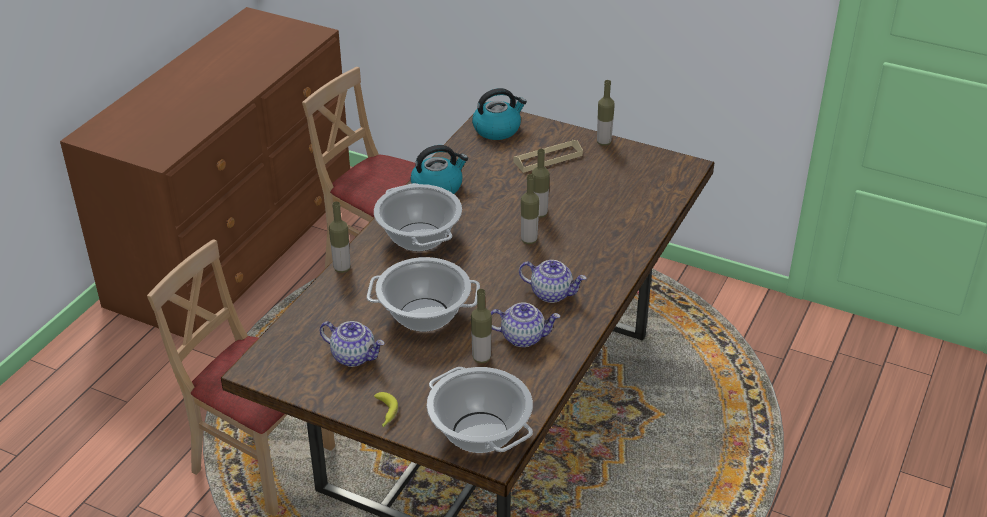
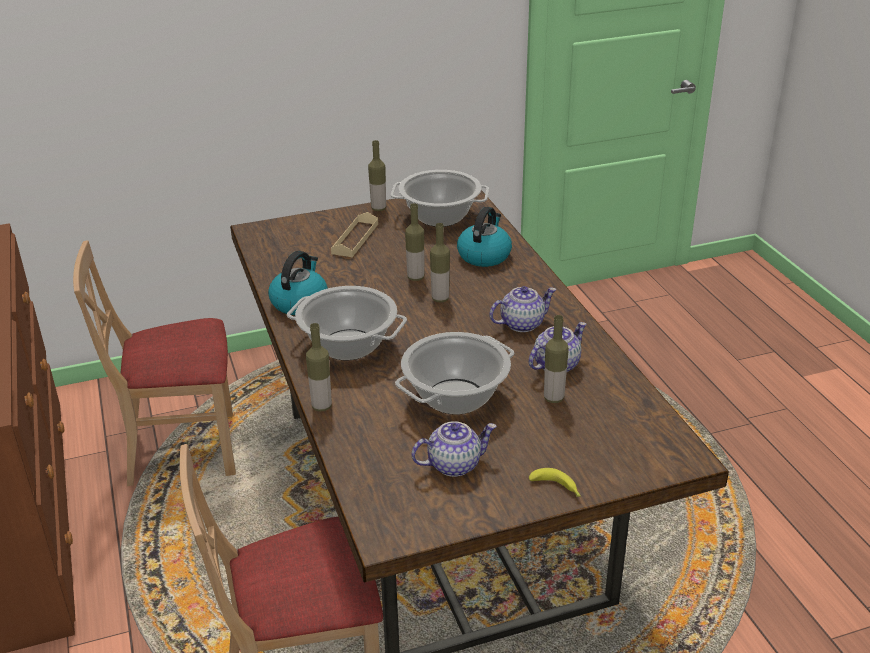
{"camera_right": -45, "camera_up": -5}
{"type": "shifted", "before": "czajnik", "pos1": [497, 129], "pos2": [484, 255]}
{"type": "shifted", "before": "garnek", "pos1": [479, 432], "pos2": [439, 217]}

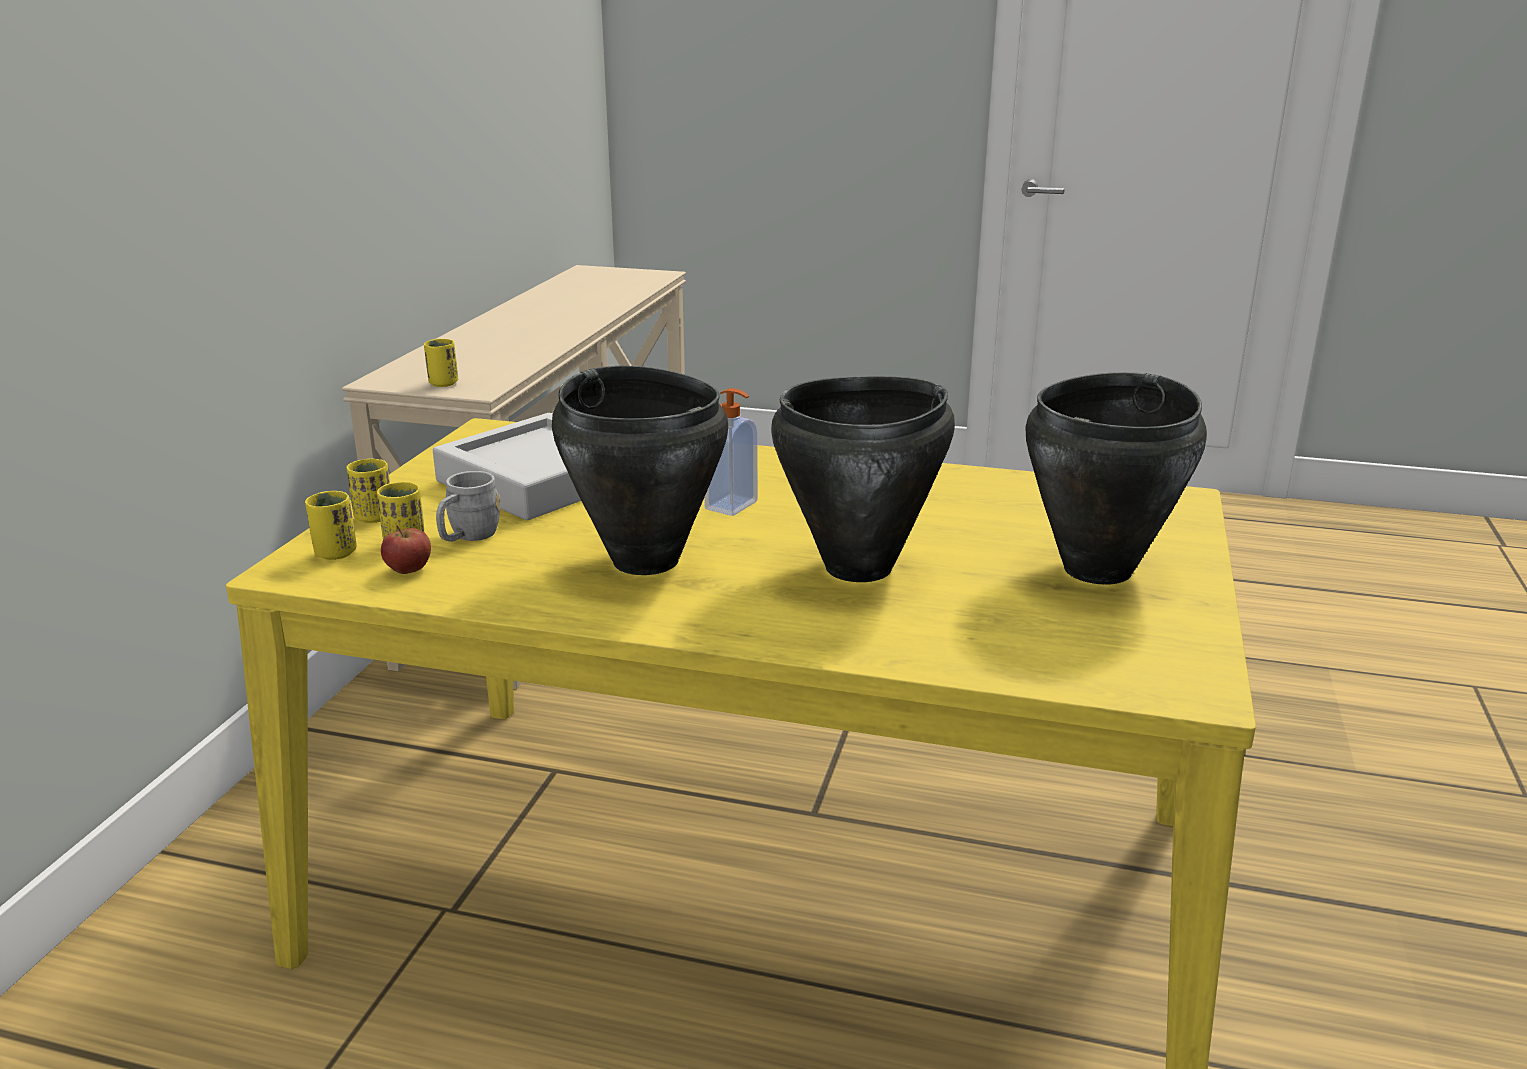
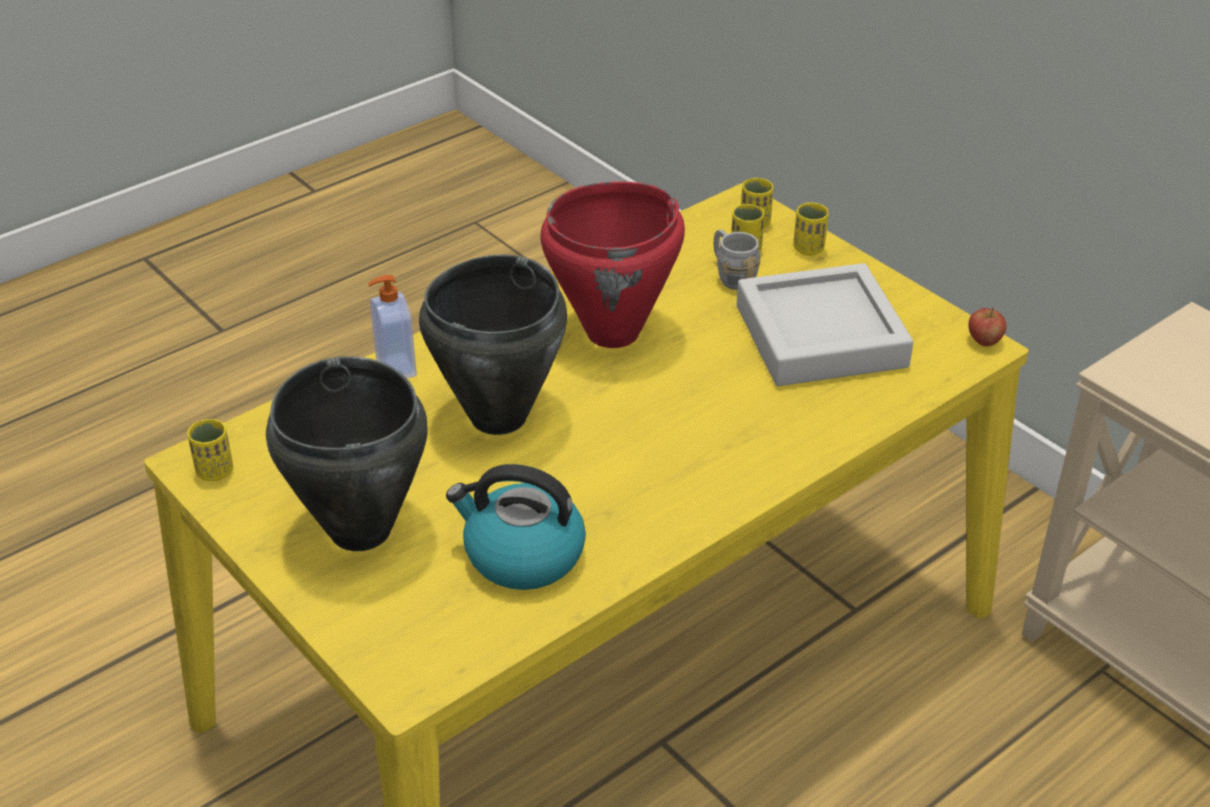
{"camera_right": 125, "camera_up": 15}
{"type": "shifted", "before": "filiżanka/żółty", "pos1": [443, 383], "pos2": [215, 471]}
{"type": "repainted", "before": "garnek/czarny", "after": "garnek/czerwony", "pos1": [646, 560], "pos2": [614, 333]}
{"type": "shifted", "before": "dozownik mydła", "pos1": [733, 506], "pos2": [394, 368]}
{"type": "shifted", "before": "jabłko", "pos1": [409, 570], "pos2": [984, 341]}
{"type": "new", "after": "czajnik", "pos2": [522, 555]}

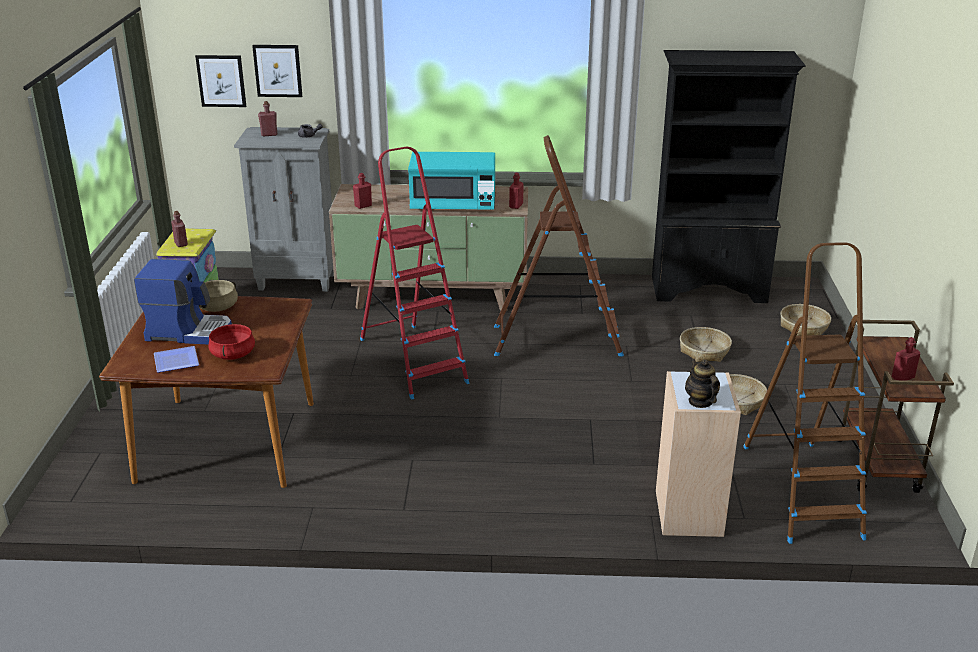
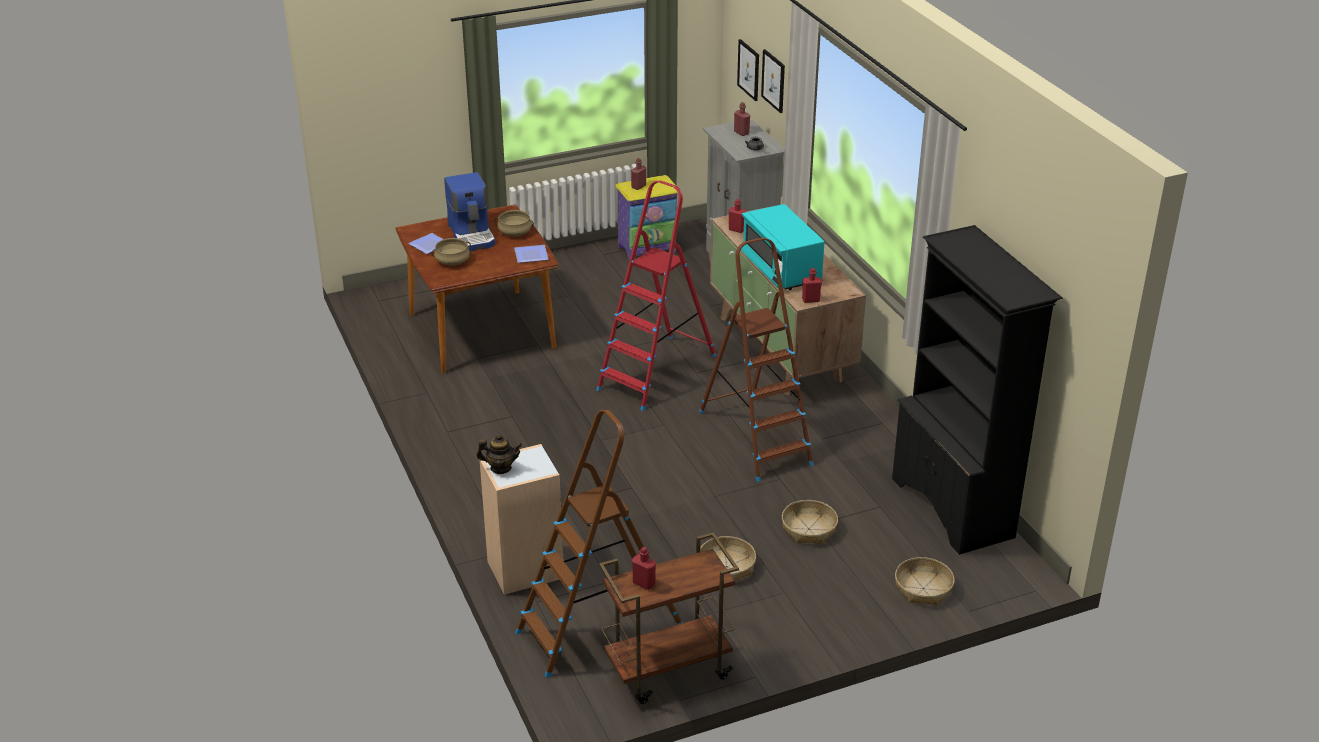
{"camera_right": 65, "camera_up": 5}
{"type": "repainted", "before": "garnek/czerwony", "after": "garnek/beżowy", "pos1": [232, 354], "pos2": [452, 261]}
{"type": "rotated", "before": "imbryk", "pos1": [700, 401], "pos2": [500, 468], "turn": 45}
{"type": "new", "after": "talerz", "pos2": [530, 256]}

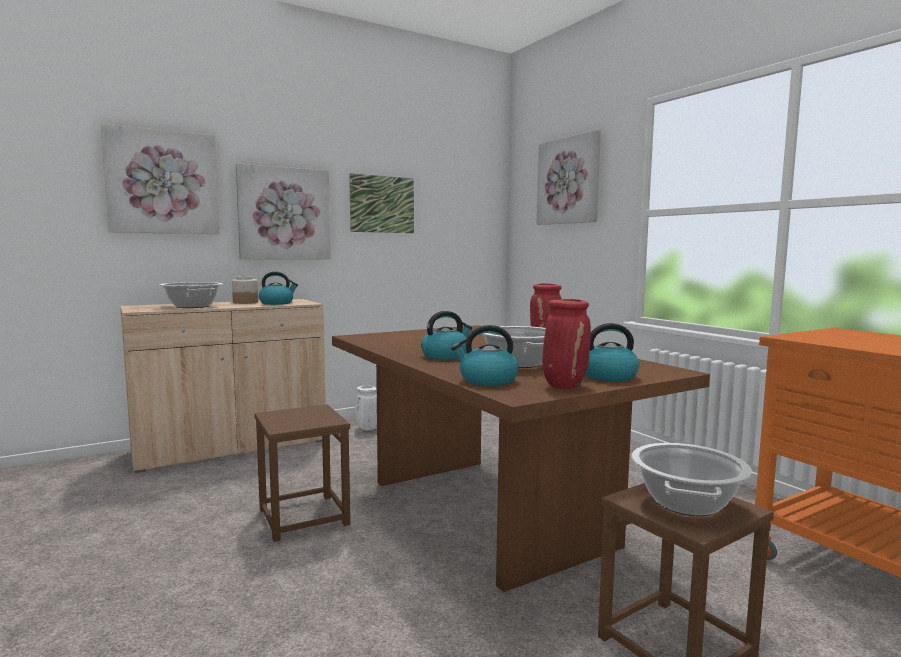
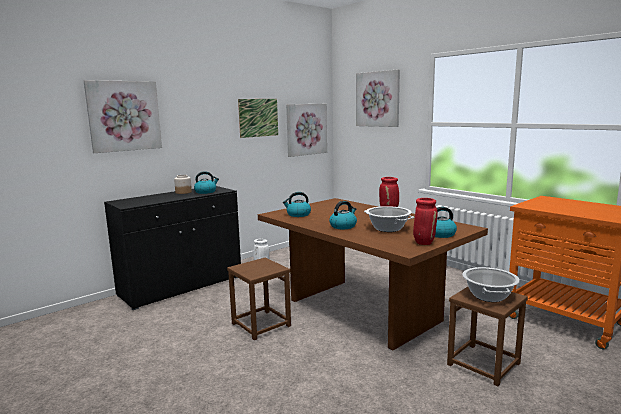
{"camera_right": -10, "camera_up": 5}
{"type": "shifted", "before": "obraz", "pos1": [284, 213], "pos2": [306, 129]}
{"type": "gone", "before": "garnek", "pos1": [192, 306]}
{"type": "repainted", "before": "szafka/beżowy", "after": "szafka/czarny", "pos1": [231, 446], "pos2": [182, 286]}
{"type": "shifted", "before": "czajnik", "pos1": [487, 380], "pos2": [298, 214]}

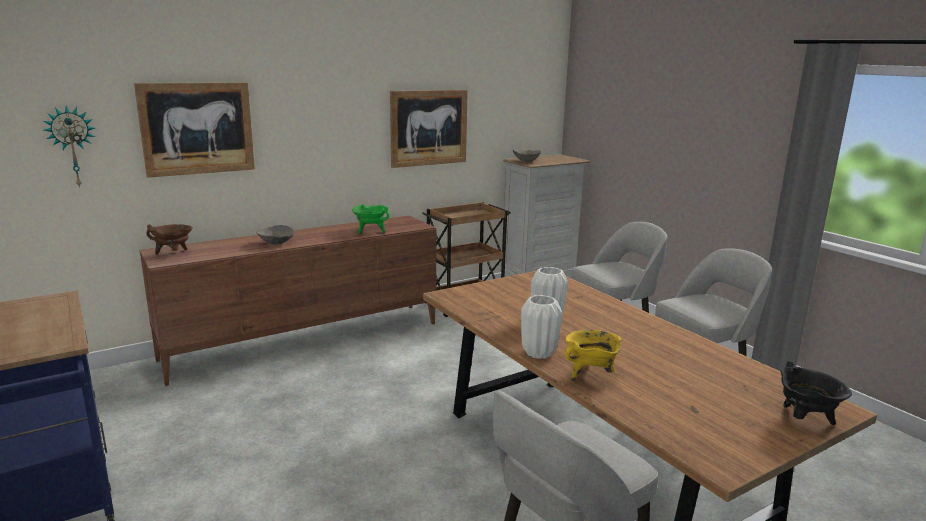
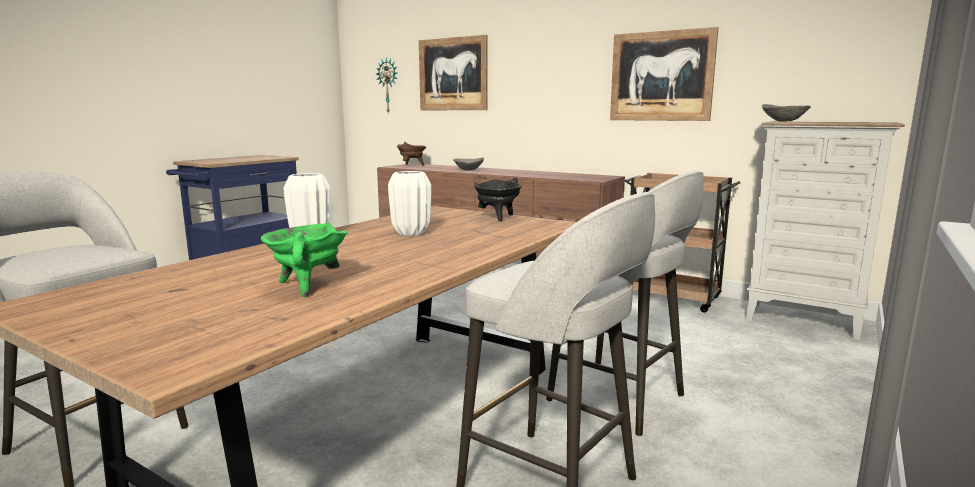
{"camera_right": 65, "camera_up": -5}
{"type": "shifted", "before": "garnek/zielony", "pos1": [370, 231], "pos2": [307, 286]}
{"type": "gone", "before": "garnek/żółty", "pos1": [590, 375]}
{"type": "shifted", "before": "garnek/czarny", "pos1": [805, 420], "pos2": [497, 218]}

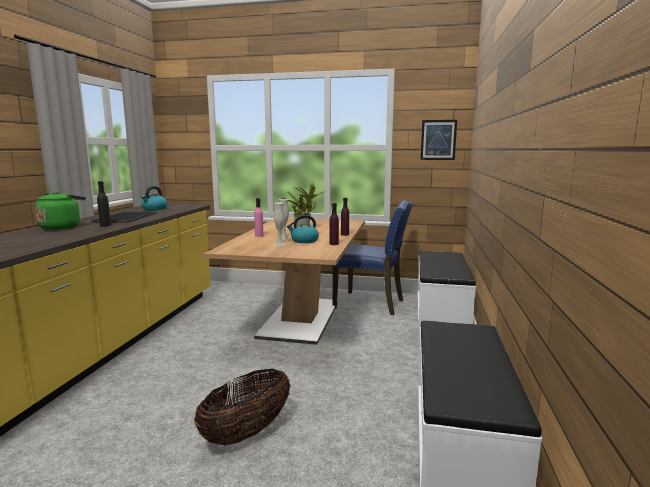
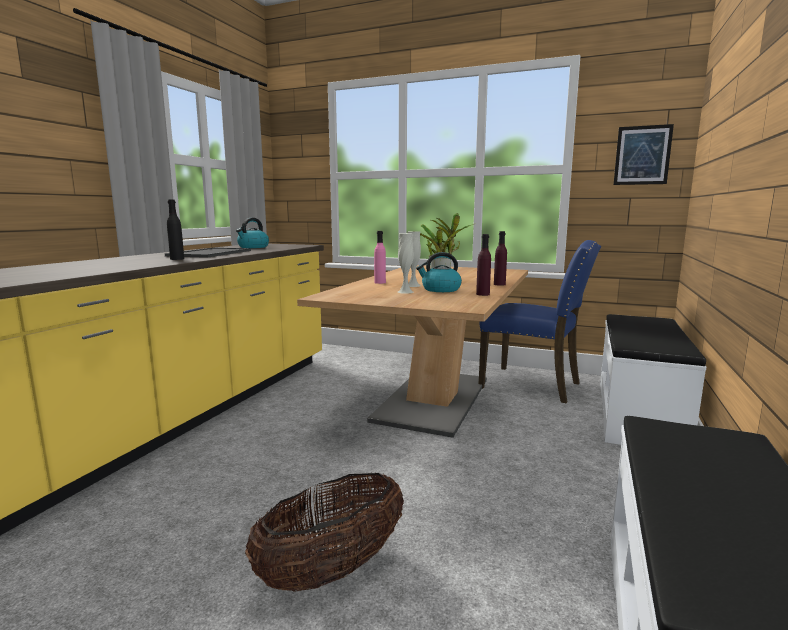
{"camera_right": 10, "camera_up": 0}
{"type": "gone", "before": "czajnik/zielony", "pos1": [62, 227]}

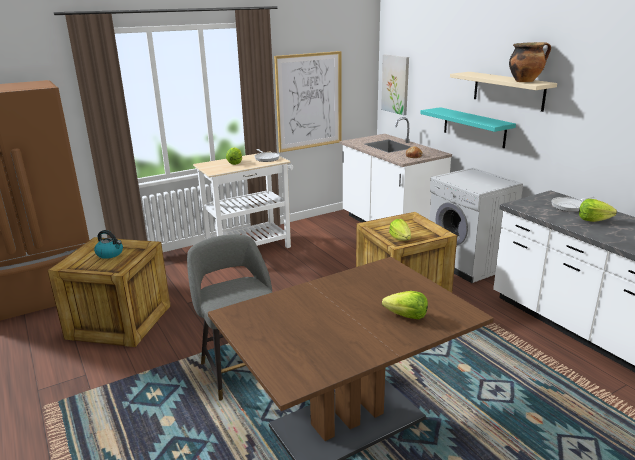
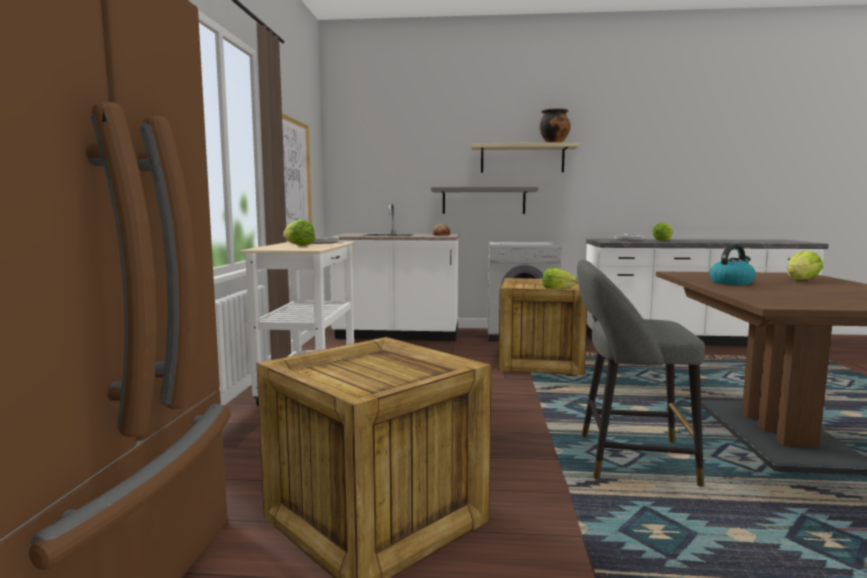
{"camera_right": -55, "camera_up": -15}
{"type": "gone", "before": "obraz", "pos1": [395, 84]}
{"type": "repainted", "before": "półka/turkusowy", "after": "półka/szary", "pos1": [474, 127], "pos2": [483, 201]}
{"type": "shifted", "before": "czajnik", "pos1": [110, 254], "pos2": [731, 282]}

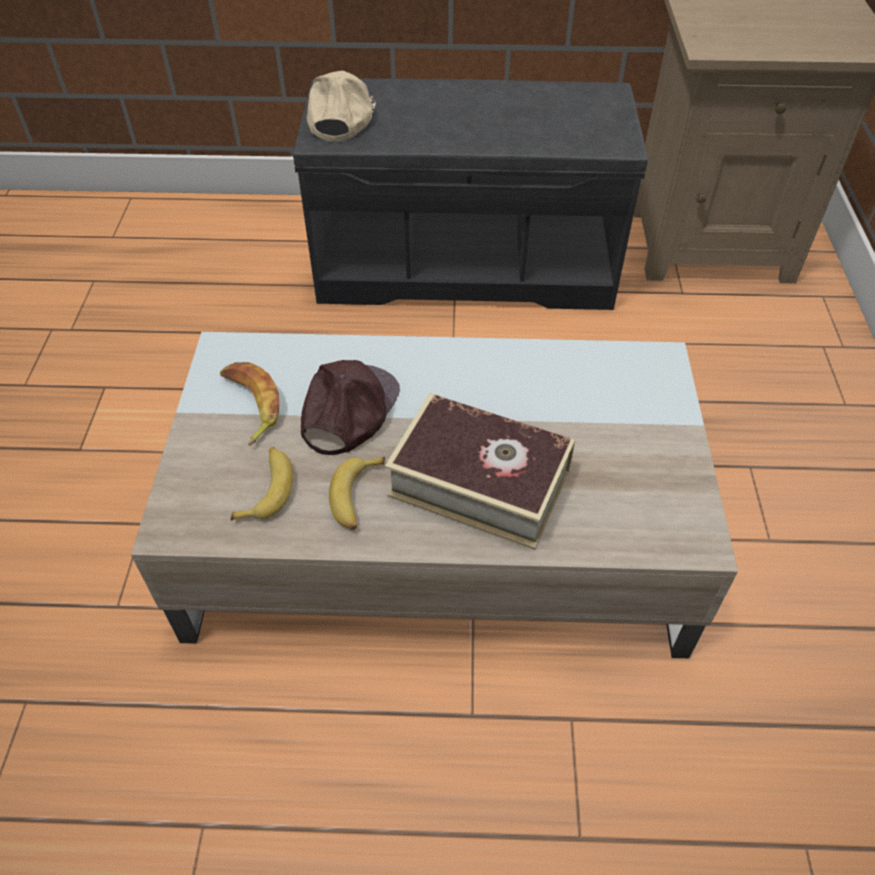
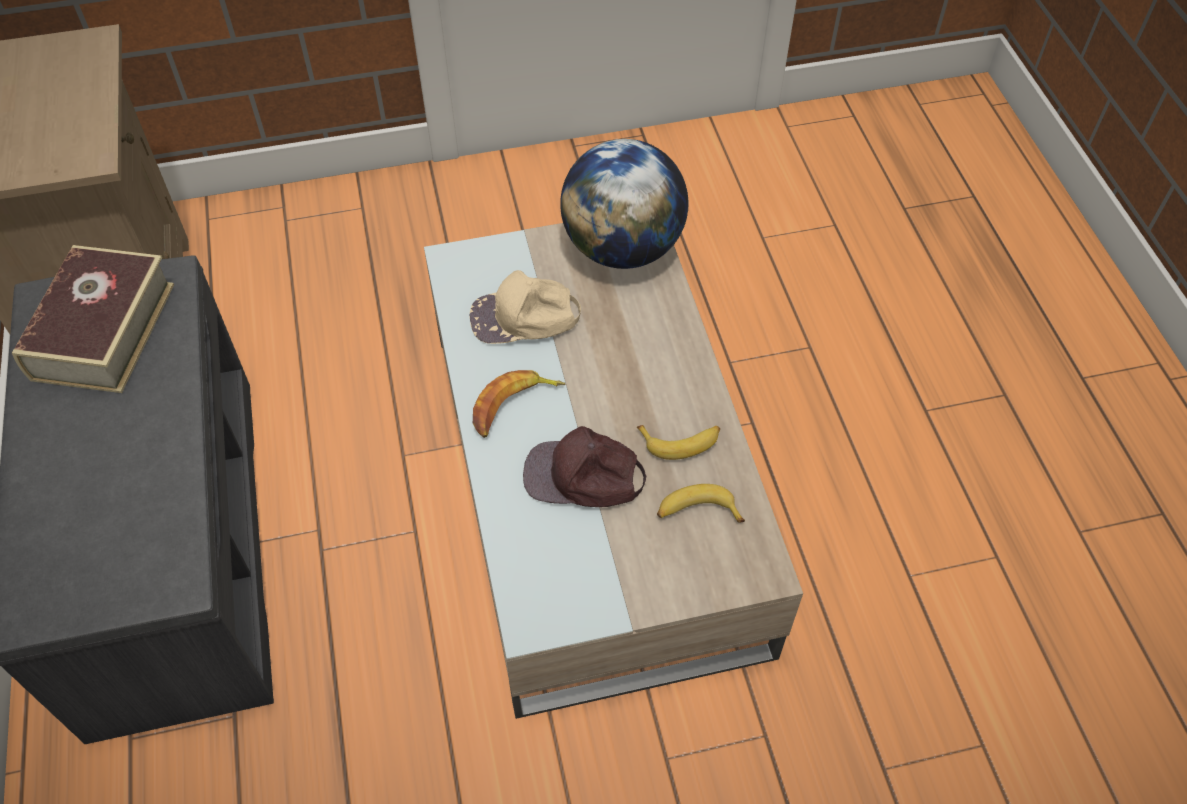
{"camera_right": -105, "camera_up": 5}
{"type": "shifted", "before": "czapka z daszkiem/beżowy", "pos1": [340, 117], "pos2": [525, 317]}
{"type": "shifted", "before": "banan", "pos1": [249, 405], "pos2": [513, 407]}
{"type": "shifted", "before": "książka", "pos1": [479, 482], "pos2": [103, 331]}
{"type": "new", "after": "globus", "pos2": [623, 248]}

